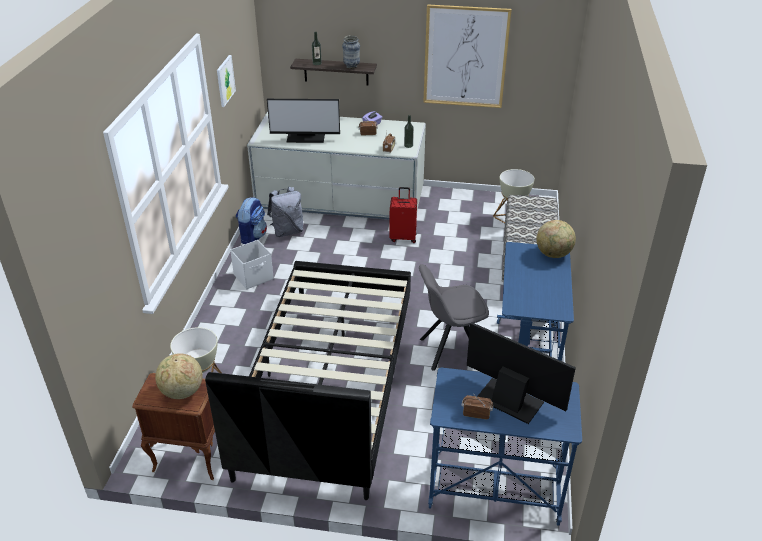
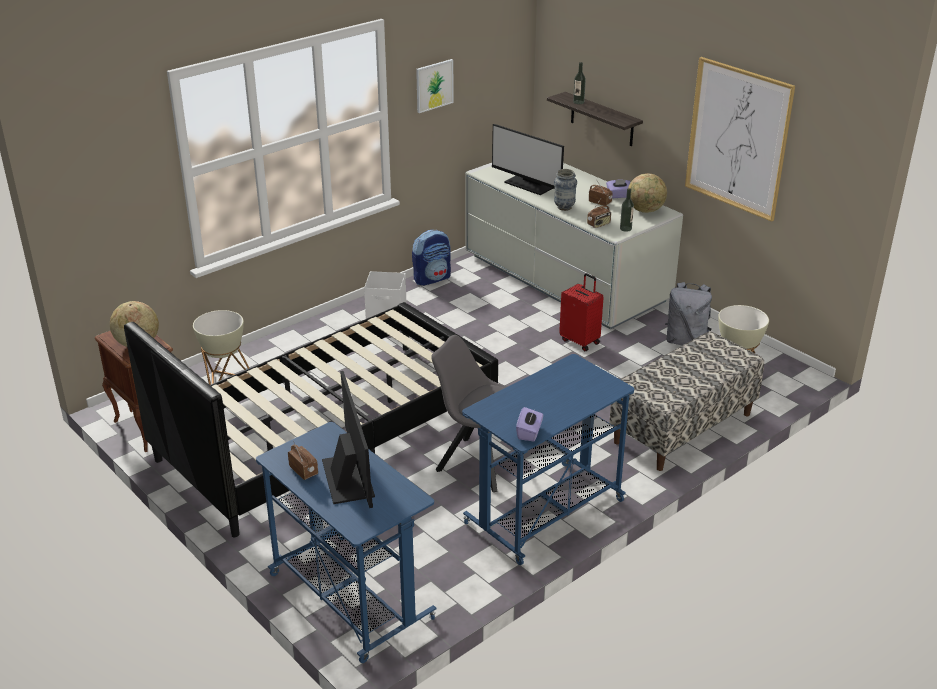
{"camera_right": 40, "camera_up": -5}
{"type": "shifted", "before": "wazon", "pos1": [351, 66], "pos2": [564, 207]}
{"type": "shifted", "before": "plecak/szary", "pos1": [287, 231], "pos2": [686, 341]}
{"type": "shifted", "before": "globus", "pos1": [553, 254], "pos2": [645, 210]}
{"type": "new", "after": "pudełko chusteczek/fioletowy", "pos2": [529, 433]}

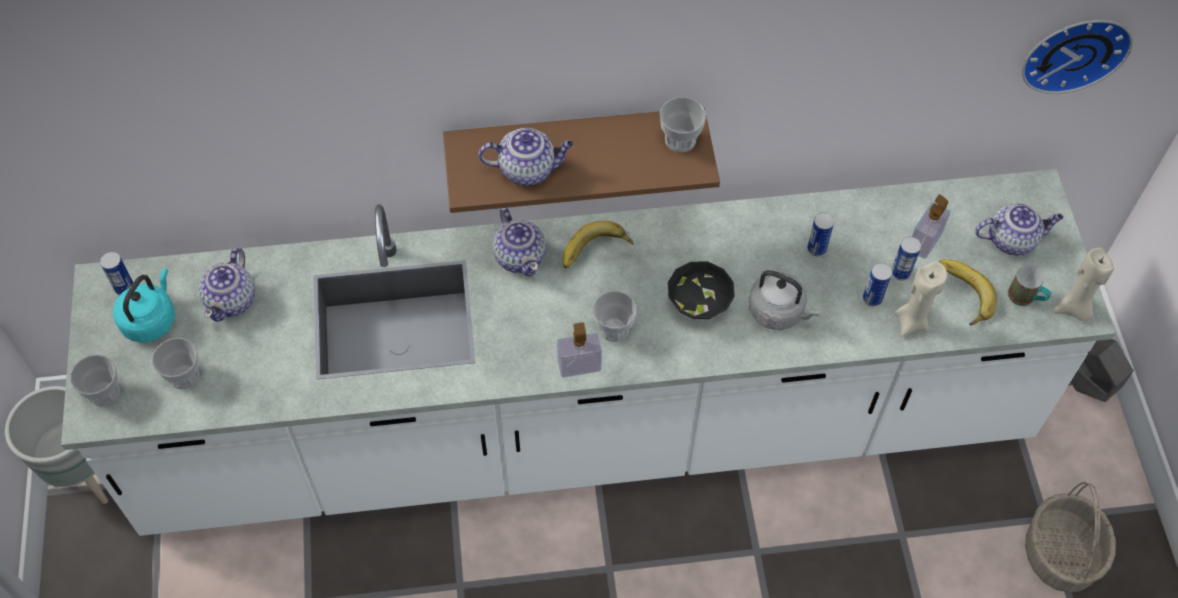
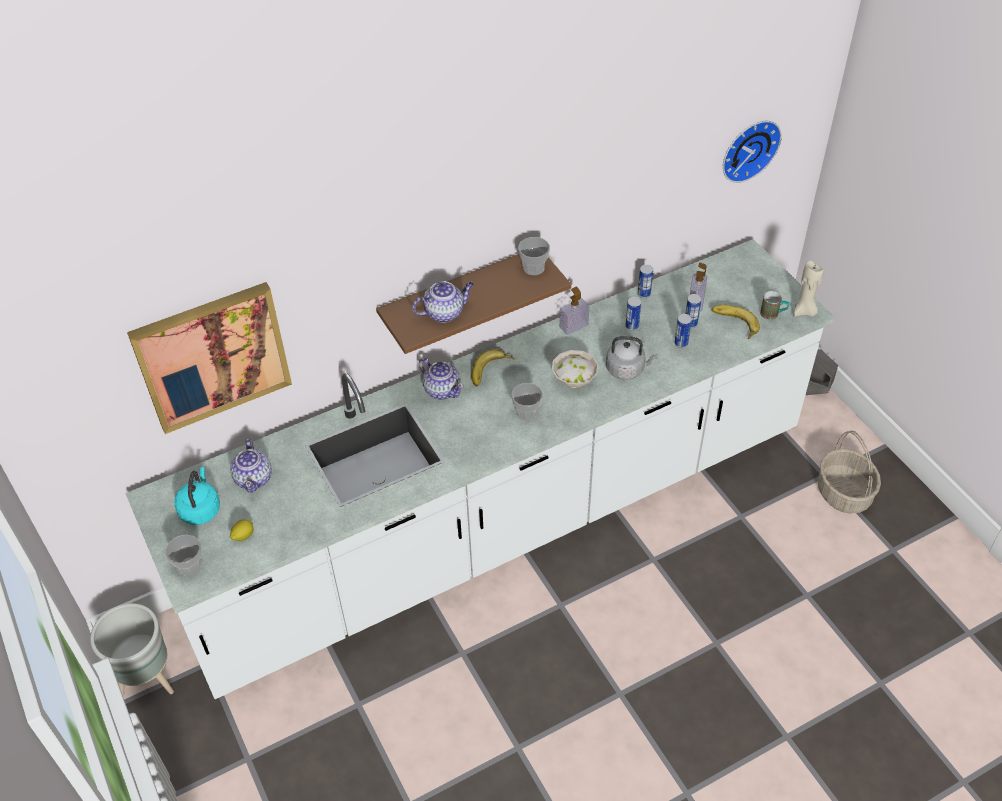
{"camera_right": -20, "camera_up": -10}
{"type": "gone", "before": "imbryk", "pos1": [1012, 239]}
{"type": "shifted", "before": "puszka", "pos1": [124, 287], "pos2": [644, 294]}
{"type": "gone", "before": "świeca/beżowy", "pos1": [911, 321]}
{"type": "repainted", "before": "miska/czarny", "after": "miska/biały", "pos1": [699, 304], "pos2": [574, 380]}
{"type": "shifted", "before": "dozownik mydła", "pos1": [579, 365], "pos2": [573, 326]}
{"type": "swapped", "before": "filiżanka", "after": "cytryna", "pos1": [184, 376], "pos2": [243, 536]}
{"type": "new", "after": "obraz", "pos2": [212, 356]}

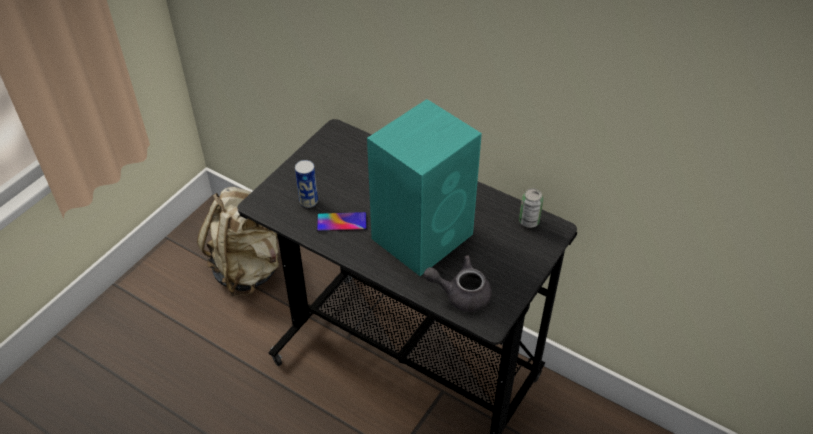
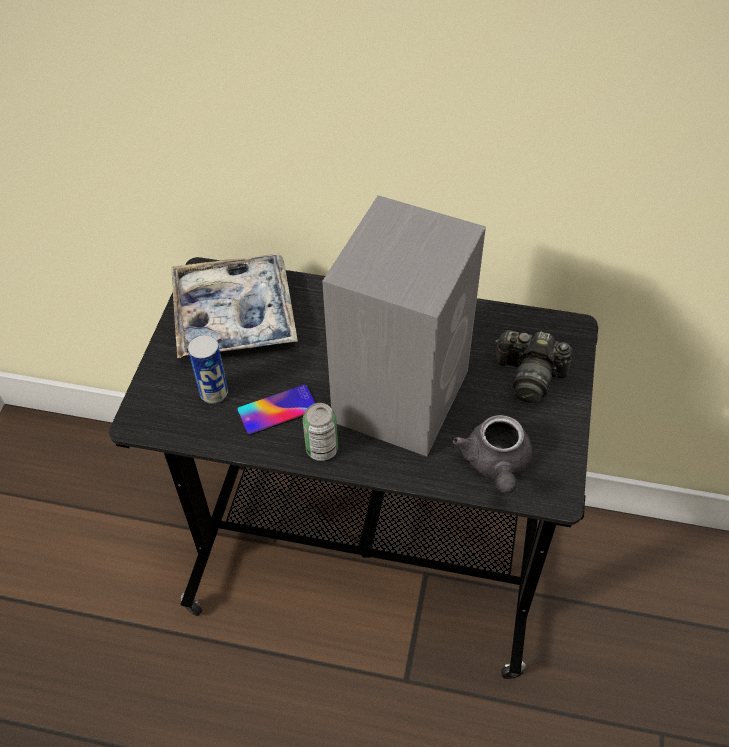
{"camera_right": -20, "camera_up": 5}
{"type": "repainted", "before": "głośnik/turkusowy", "after": "głośnik/szary", "pos1": [424, 235], "pos2": [402, 393]}
{"type": "gone", "before": "plecak/beżowy", "pos1": [248, 268]}
{"type": "shifted", "before": "puszka", "pos1": [529, 221], "pos2": [322, 449]}
{"type": "rotated", "before": "imbryk/szary", "pos1": [461, 294], "pos2": [496, 465], "turn": -75}
{"type": "new", "after": "taca", "pos2": [234, 315]}
{"type": "new", "after": "aparat fotograficzny", "pos2": [529, 376]}

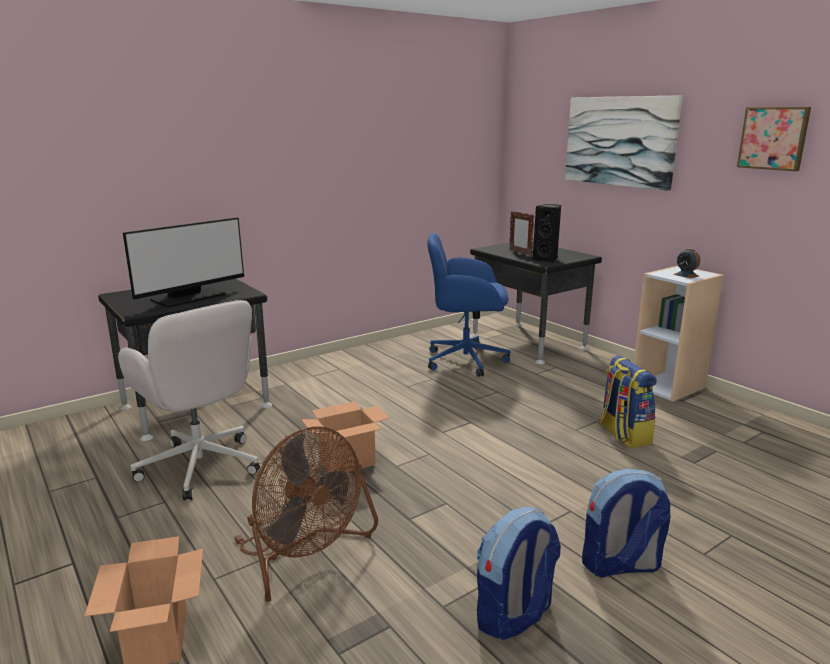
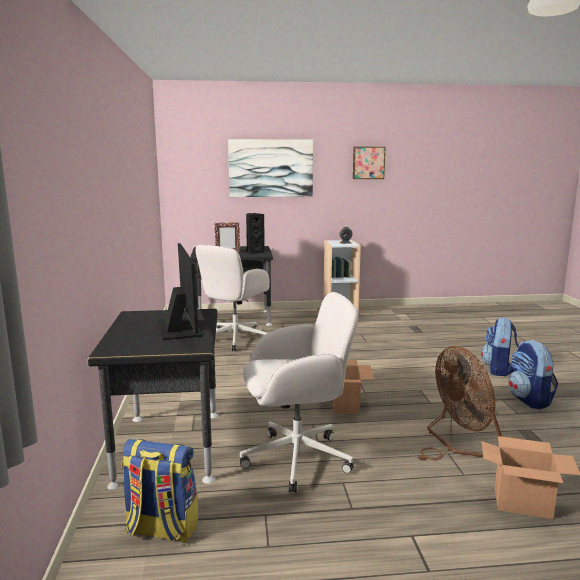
{"camera_right": -60, "camera_up": -5}
{"type": "repainted", "before": "krzesło biurowe/niebieski", "after": "krzesło biurowe/biały", "pos1": [465, 361], "pos2": [235, 339]}
{"type": "shifted", "before": "plecak", "pos1": [623, 435], "pos2": [161, 529]}

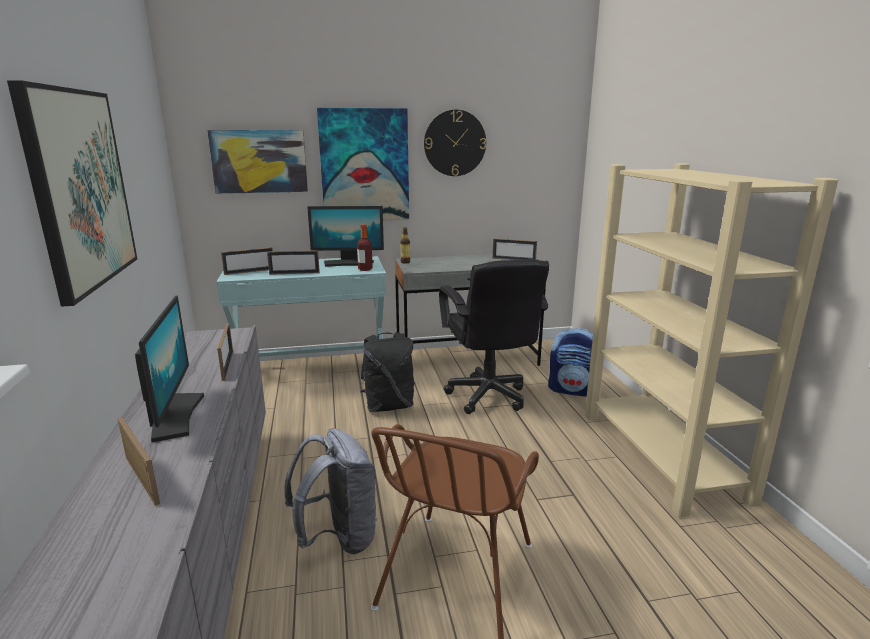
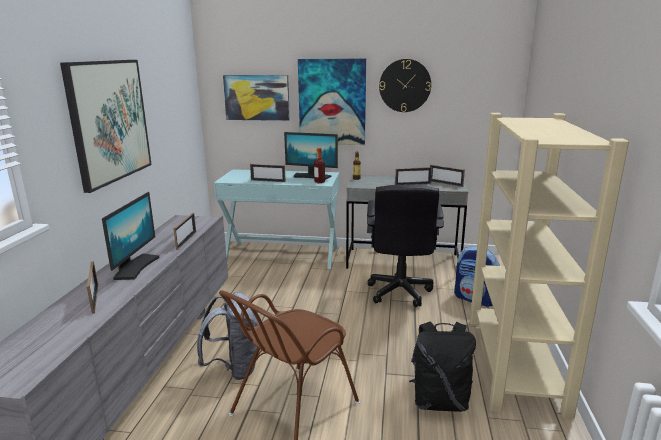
{"camera_right": 20, "camera_up": 0}
{"type": "shifted", "before": "ramka na zdjęcie", "pos1": [249, 272], "pos2": [413, 184]}
{"type": "shifted", "before": "plecak/czarny", "pos1": [389, 406], "pos2": [439, 401]}

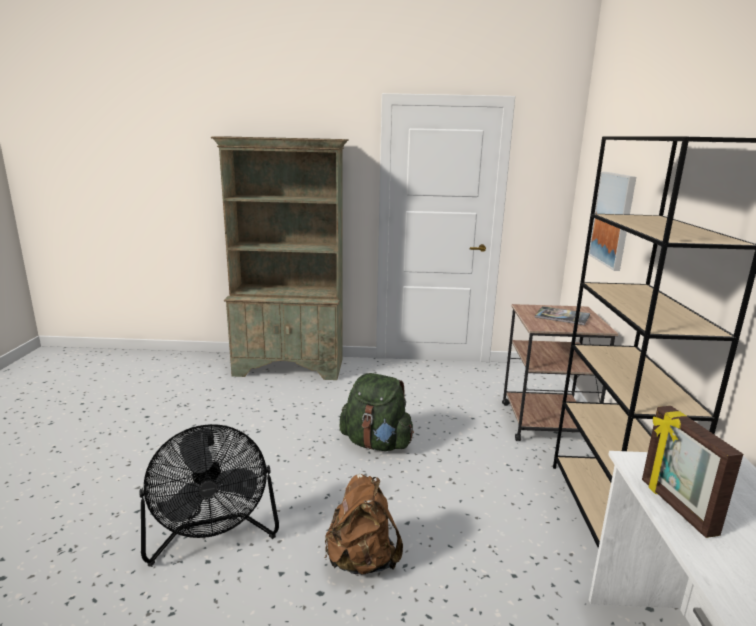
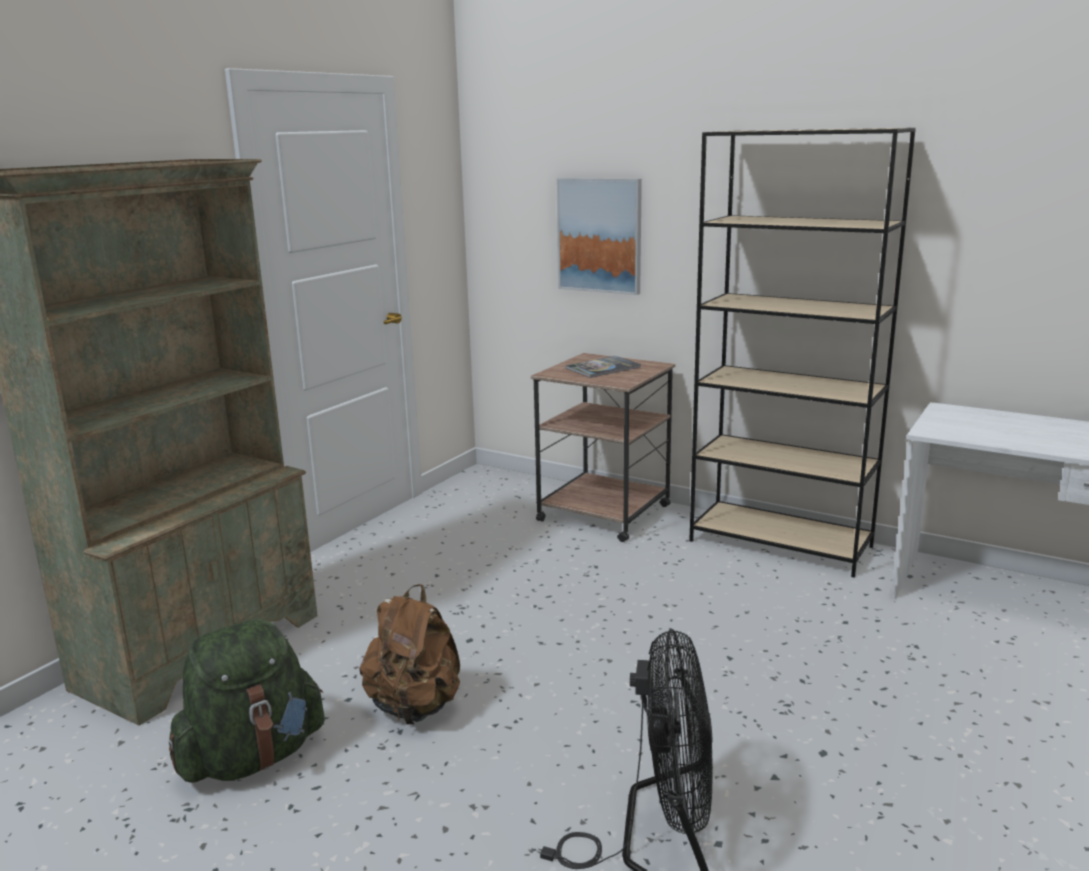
{"camera_right": -60, "camera_up": 0}
{"type": "shifted", "before": "plecak/zielony", "pos1": [376, 443], "pos2": [253, 757]}
{"type": "gone", "before": "ramka na zdjęcie", "pos1": [676, 507]}
{"type": "shifted", "before": "plecak/brązowy", "pos1": [362, 560], "pos2": [415, 707]}

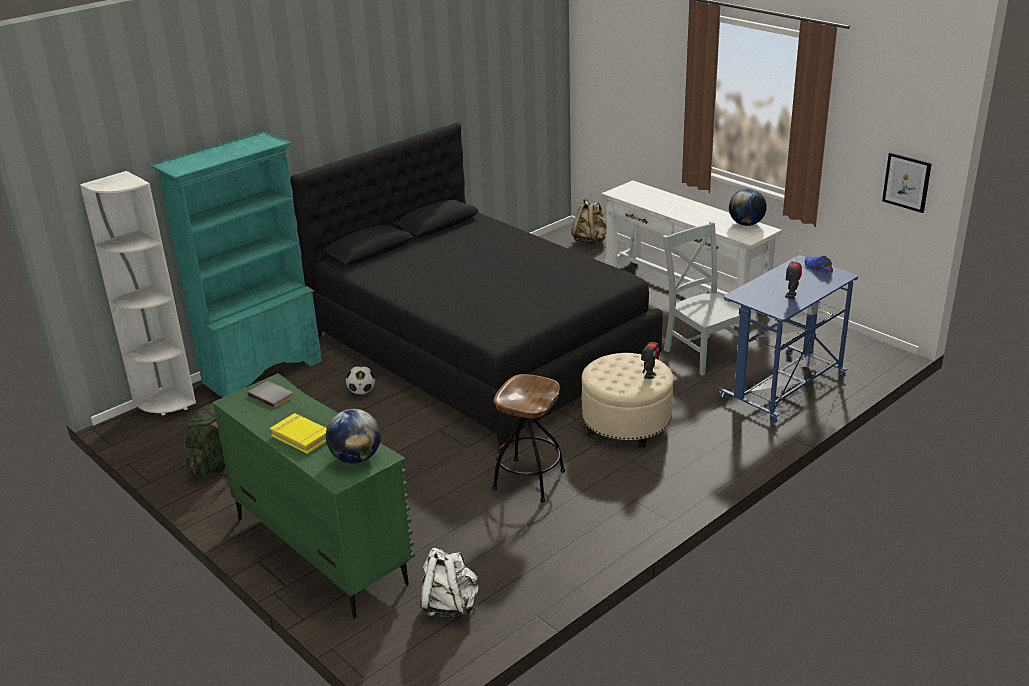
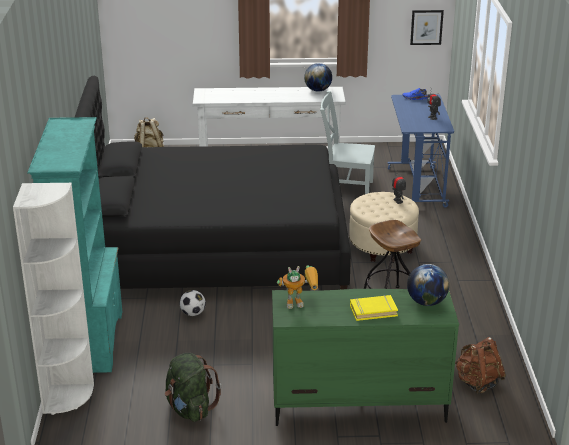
{"camera_right": -50, "camera_up": 0}
{"type": "swapped", "before": "książka/szary", "after": "robot zabawkowy", "pos1": [272, 395], "pos2": [301, 302]}
{"type": "repainted", "before": "plecak/biały", "after": "plecak/brązowy", "pos1": [450, 606], "pos2": [477, 383]}

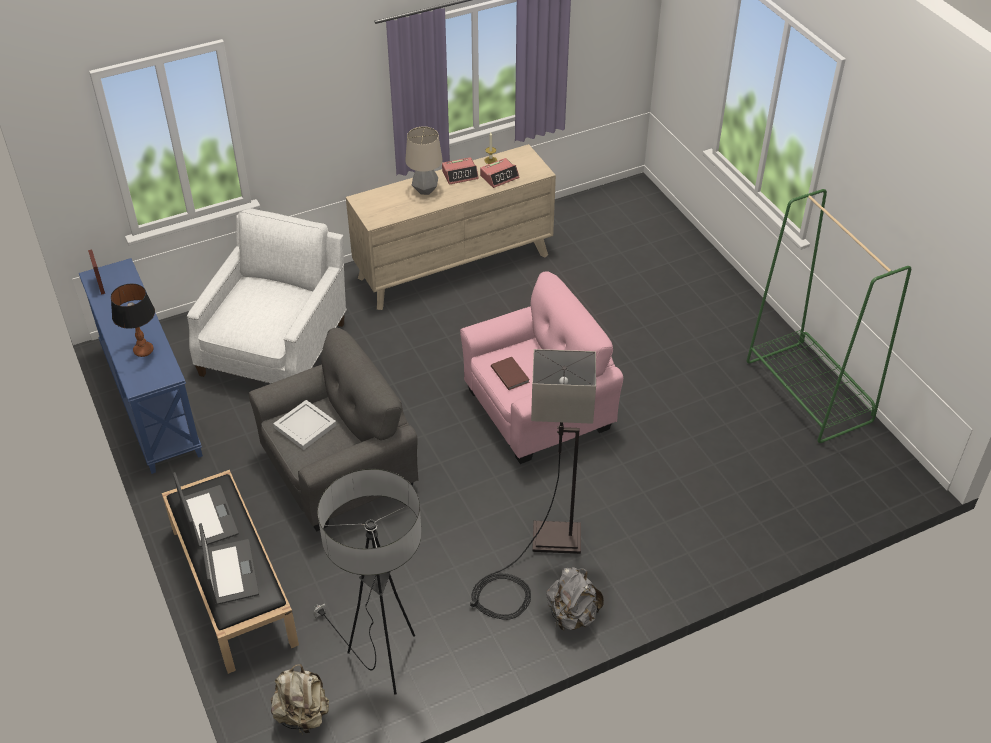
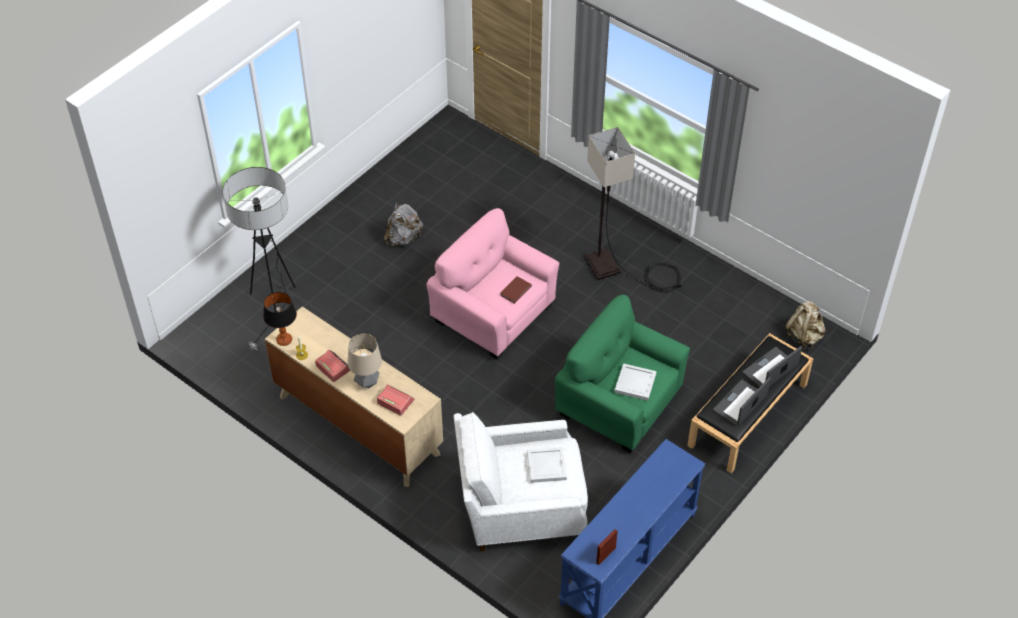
{"camera_right": -115, "camera_up": 5}
{"type": "shifted", "before": "budzik", "pos1": [499, 177], "pos2": [395, 401]}
{"type": "gone", "before": "wieszak/zielony", "pos1": [808, 392]}
{"type": "shifted", "before": "lampa stołowa", "pos1": [143, 351], "pos2": [284, 340]}
{"type": "repainted", "before": "fotel/szary", "after": "fotel/zielony", "pos1": [338, 470], "pos2": [619, 403]}
{"type": "shifted", "before": "lampa stojąca", "pos1": [382, 661], "pos2": [273, 305]}
{"type": "shifted", "before": "plecak/szary", "pos1": [572, 615], "pos2": [403, 238]}
{"type": "new", "after": "taca/biały", "pos2": [546, 465]}

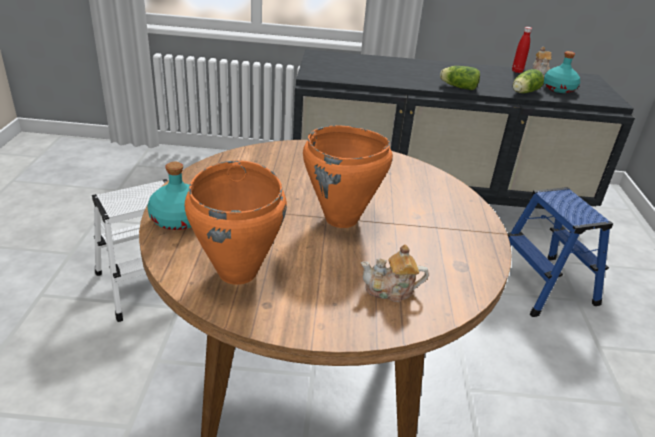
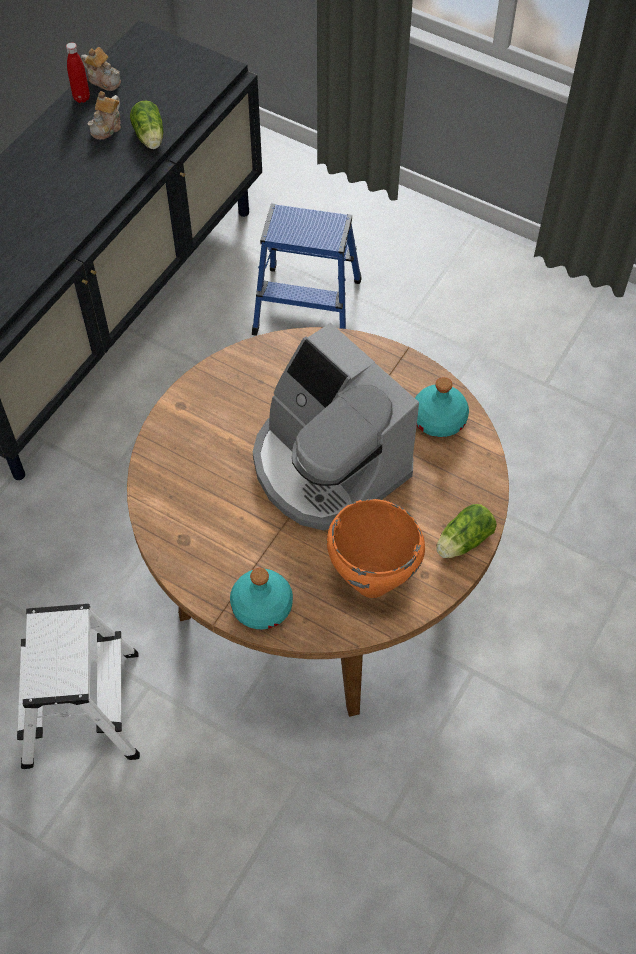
{"camera_right": -60, "camera_up": 25}
{"type": "shifted", "before": "butelka/turkusowy", "pos1": [559, 89], "pos2": [439, 419]}
{"type": "shifted", "before": "sałata", "pos1": [457, 87], "pos2": [462, 542]}
{"type": "swapped", "before": "garnek/pomarańczowy", "after": "ekspres do kawy", "pos1": [341, 219], "pos2": [327, 466]}
{"type": "shifted", "before": "imbryk", "pos1": [391, 290], "pos2": [107, 127]}

